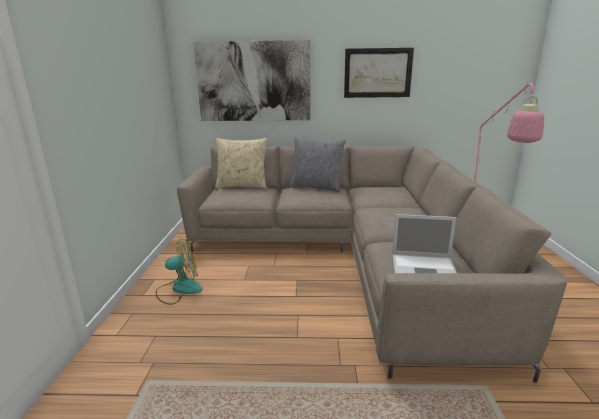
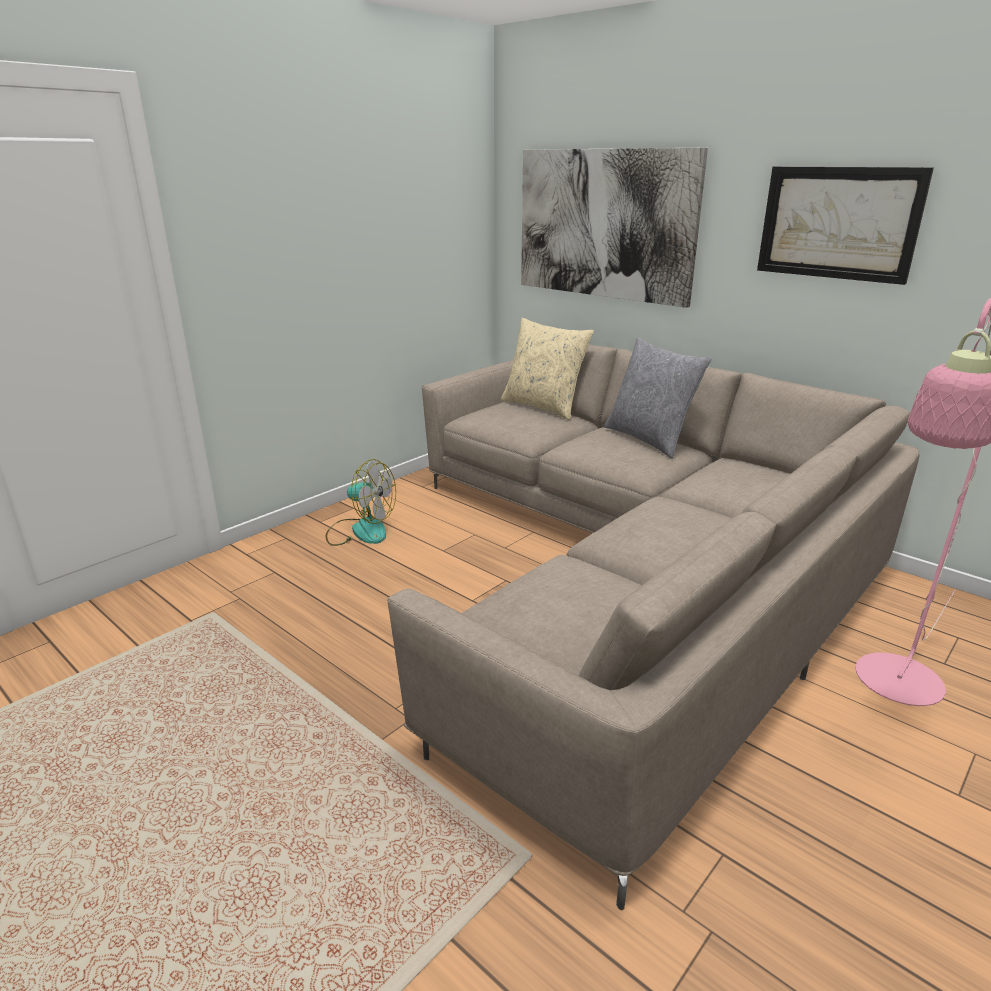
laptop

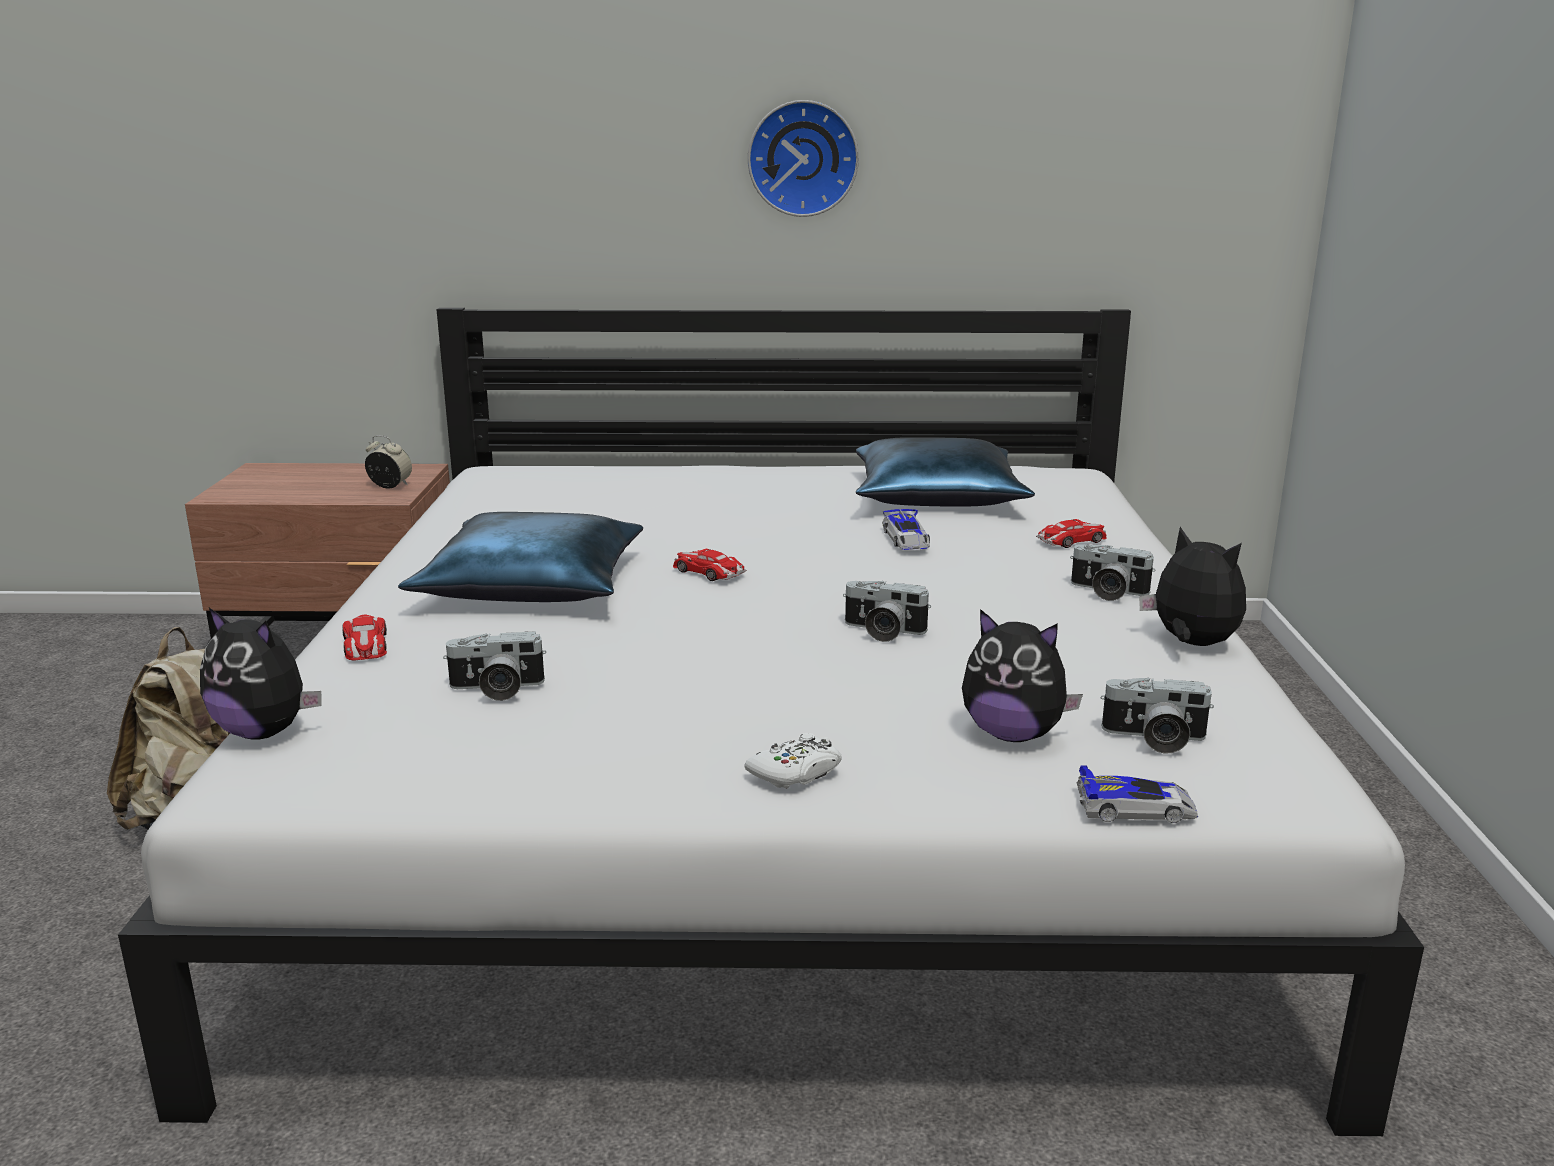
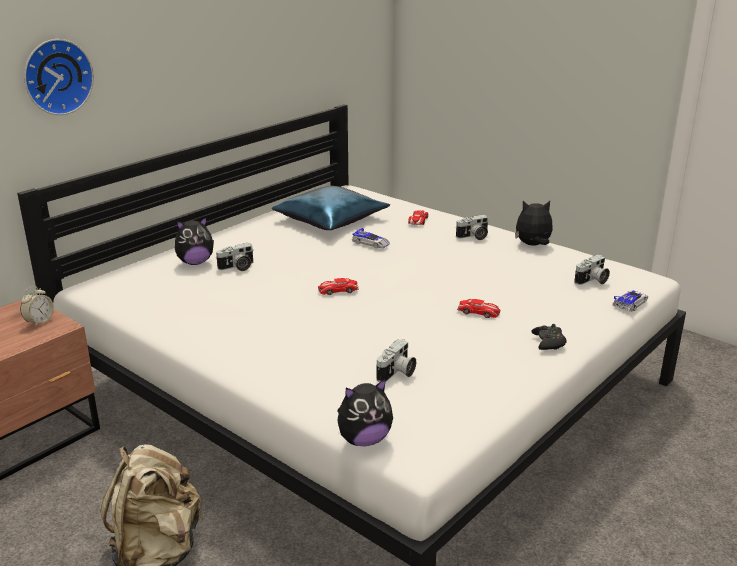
alarm clock; wall clock; plush toy (1st from left); photo camera (1st from left); toy car (4th from left); game controller (black); pillow (blue) (1st from left in the first image)

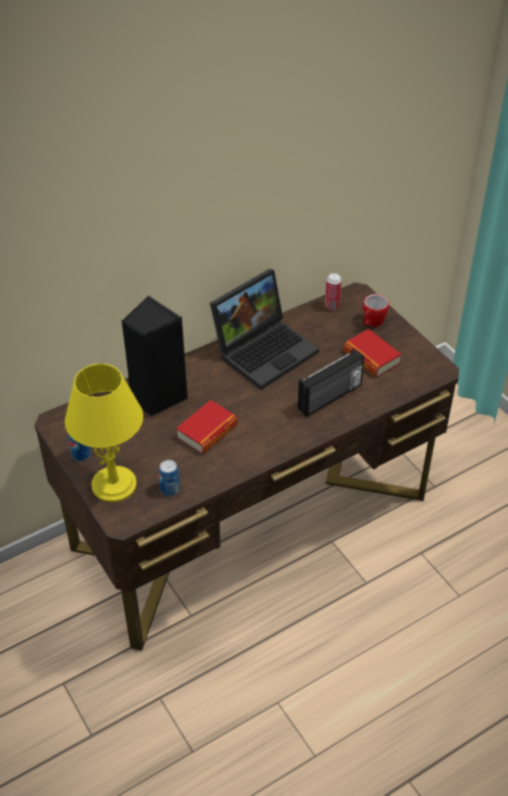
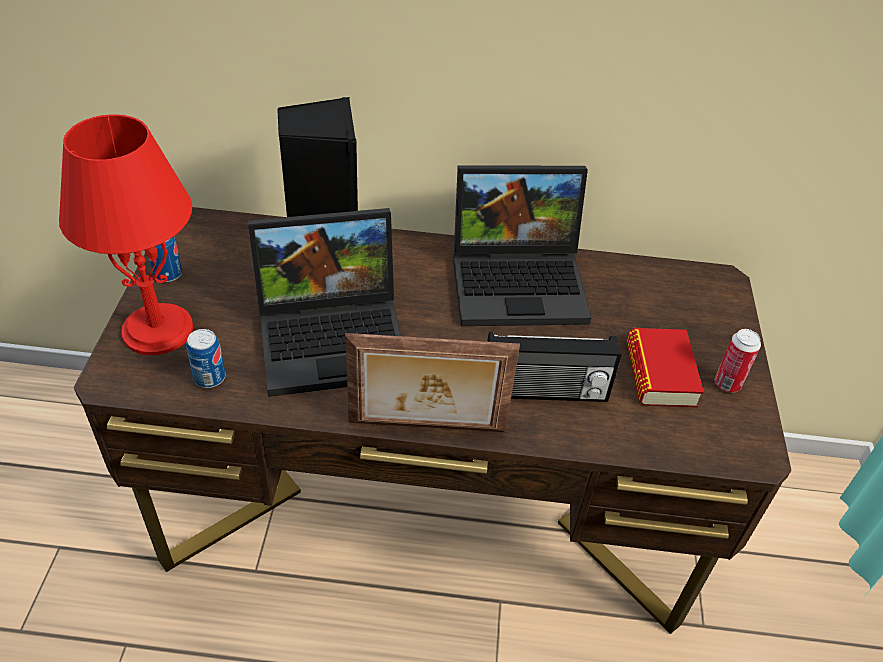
table lamp (red); laptop (1st from left); picture frame; can (3rd from left); mug

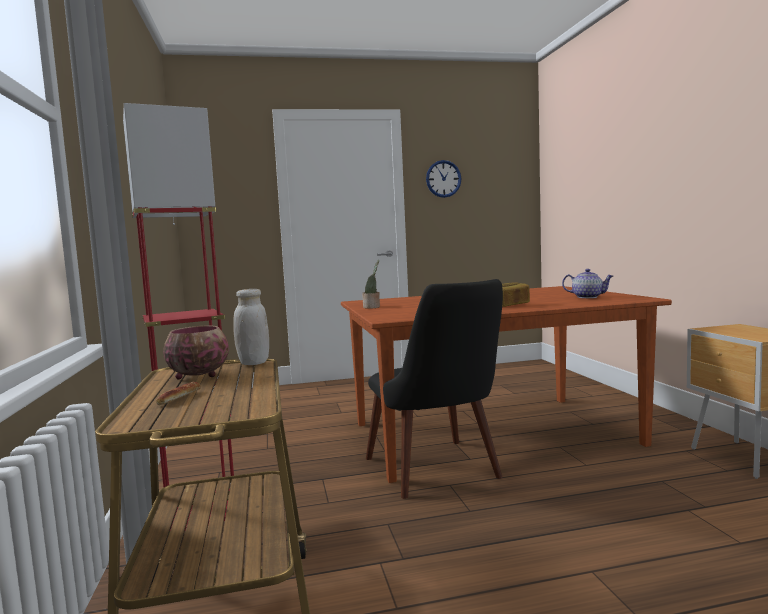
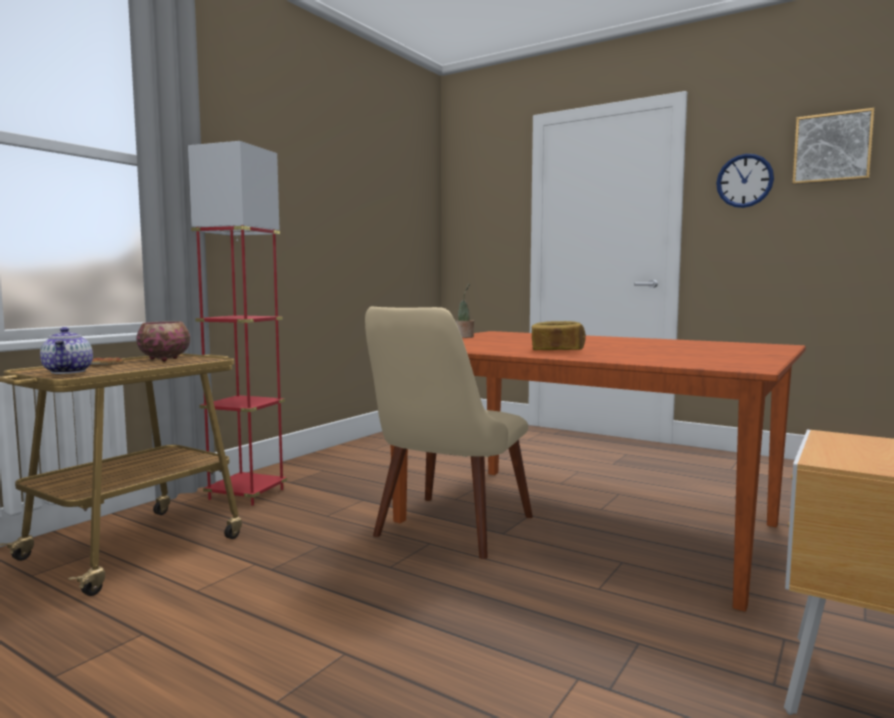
teapot; chair (beige); picture; jar (white)

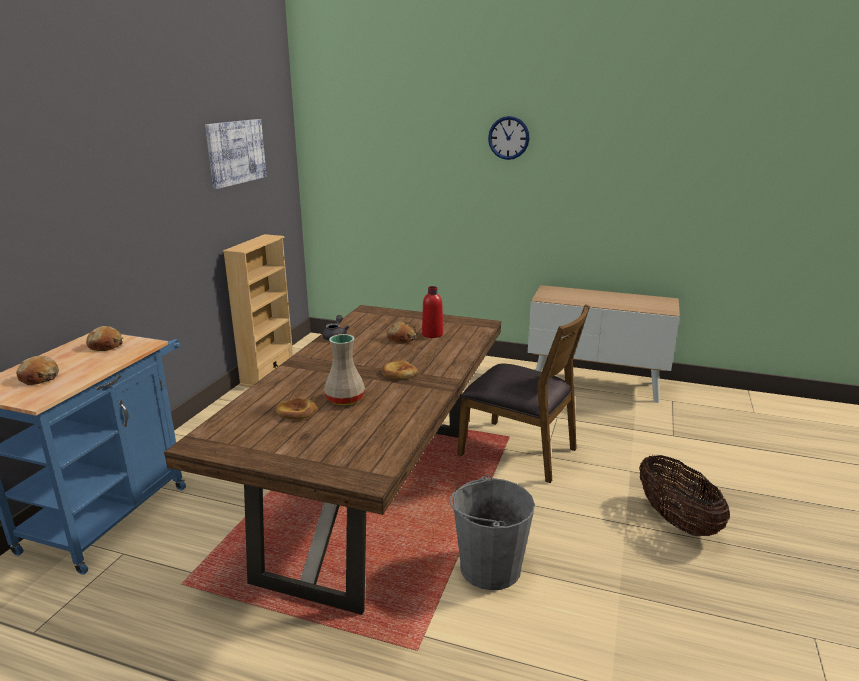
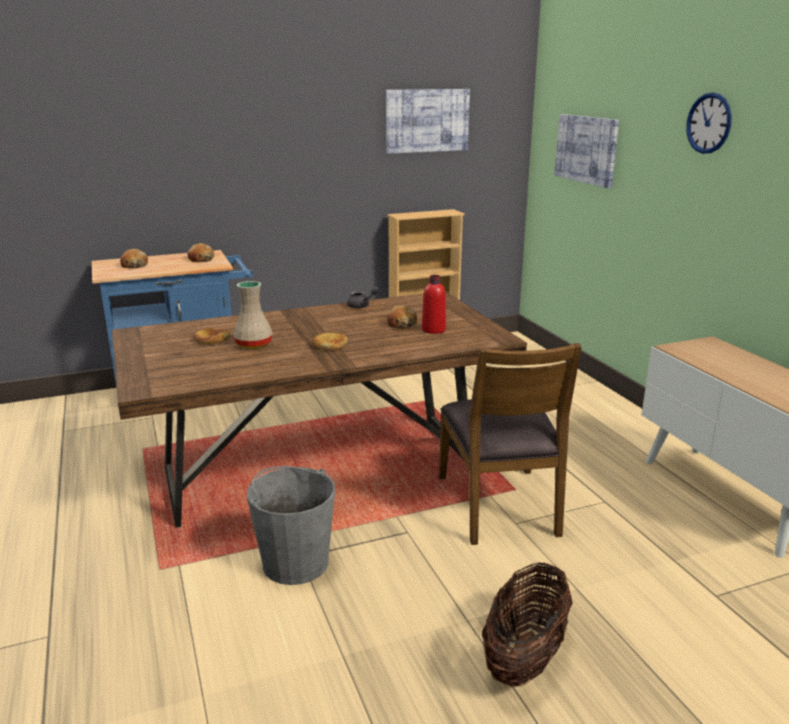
picture (2nd from left)

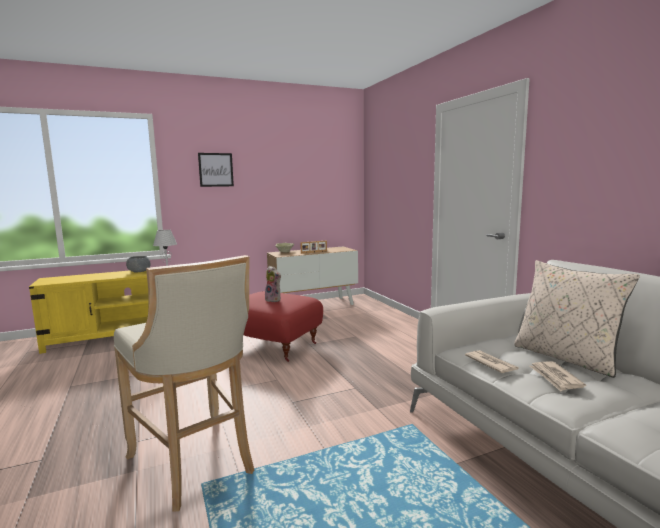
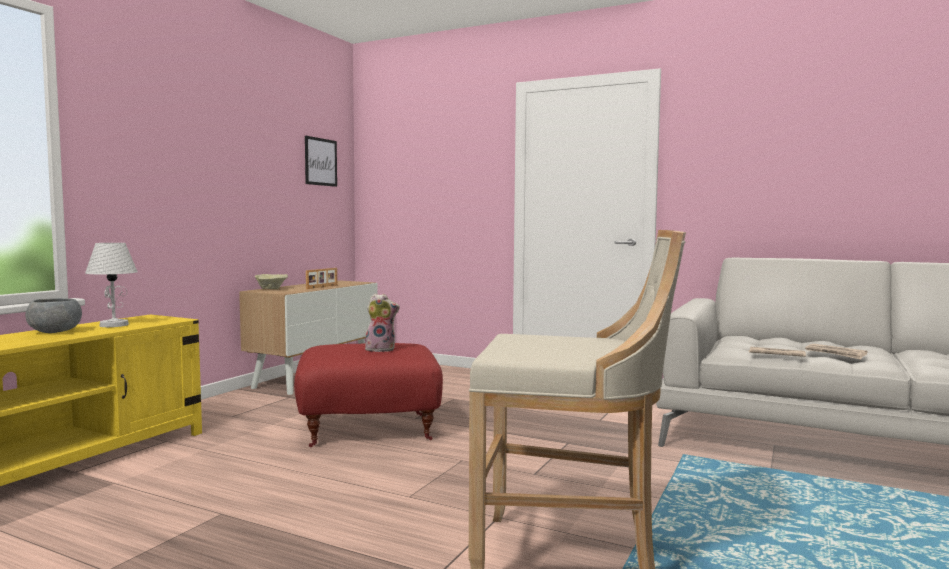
picture; pillow (beige)

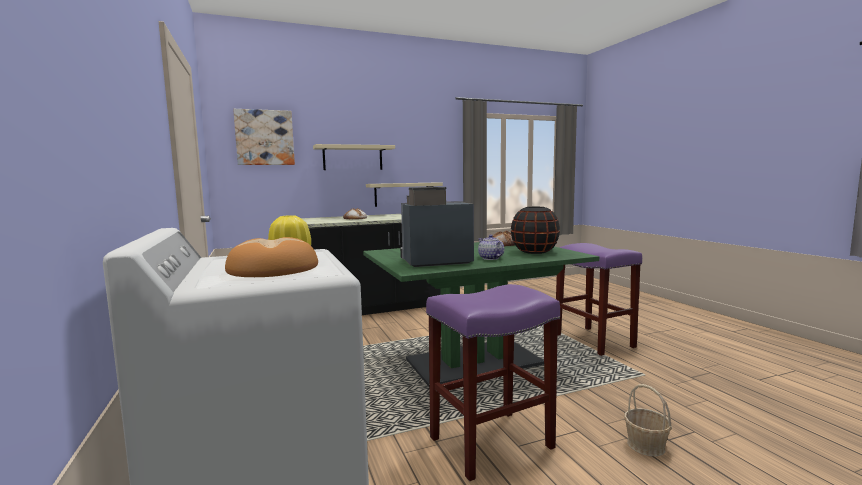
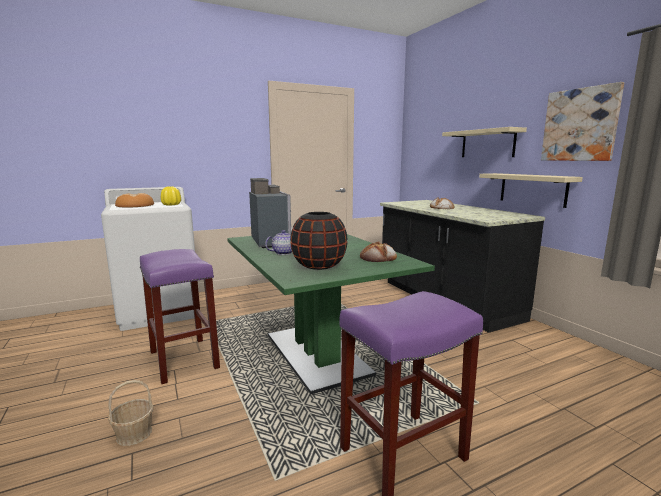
picture

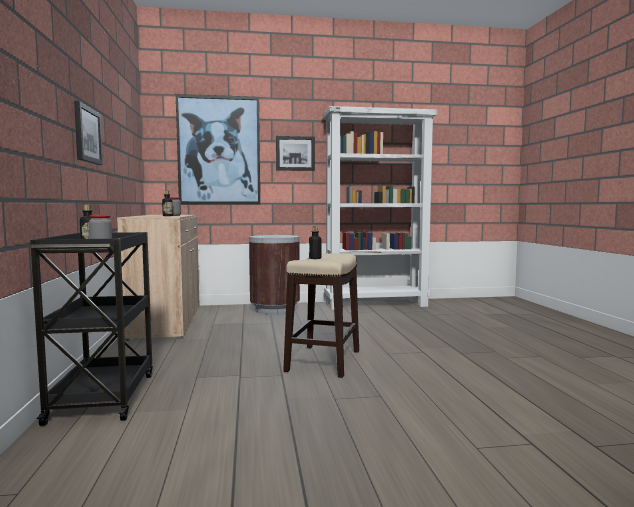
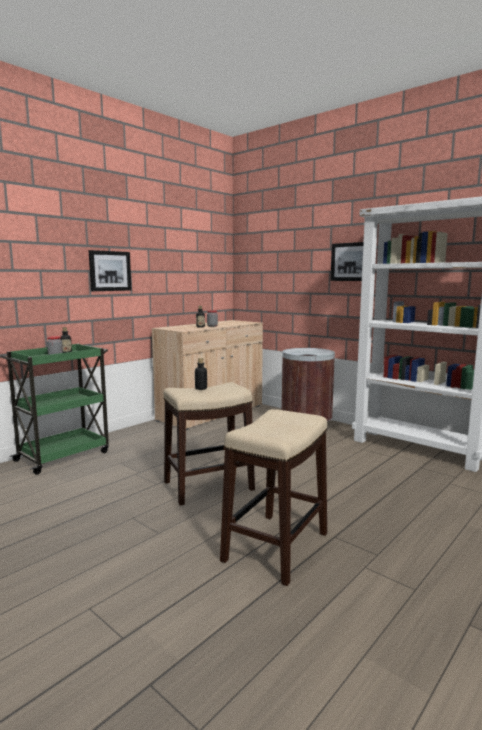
cart (green); stool (2nd from left); picture (2nd from left in the first image)

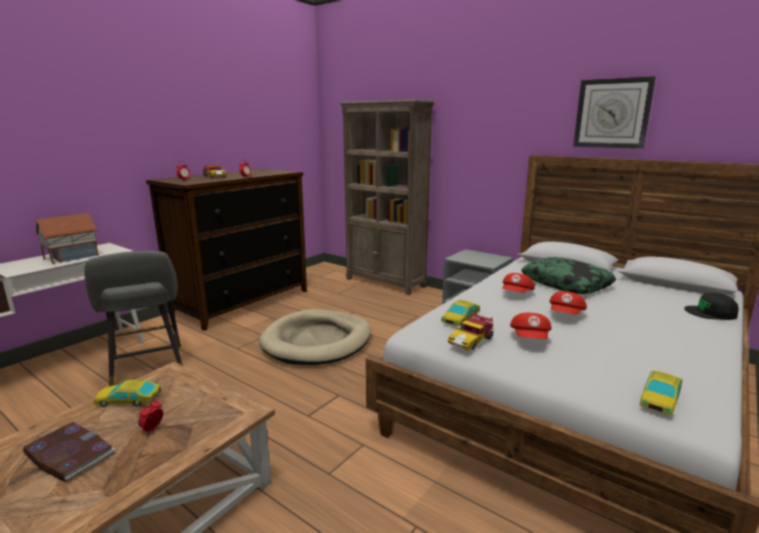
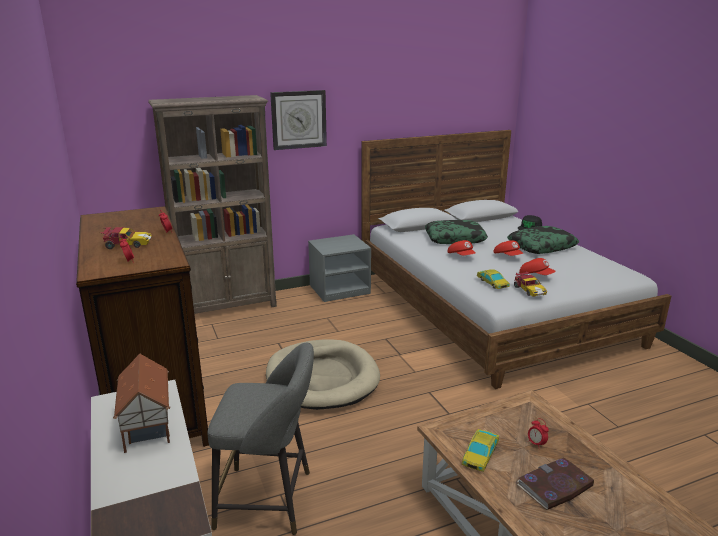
wall clock; pillow (2nd from left); toy car (5th from left in the first image)

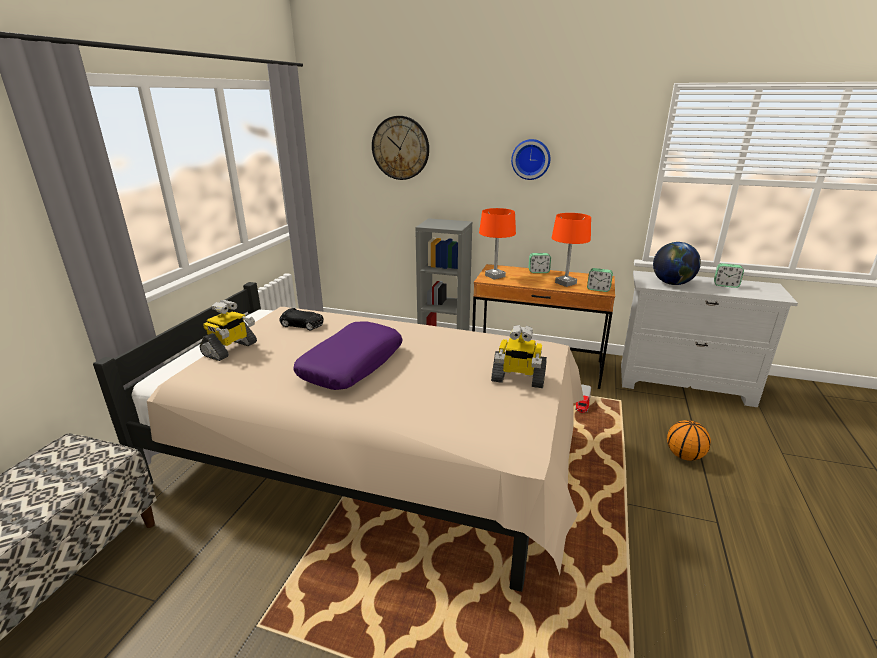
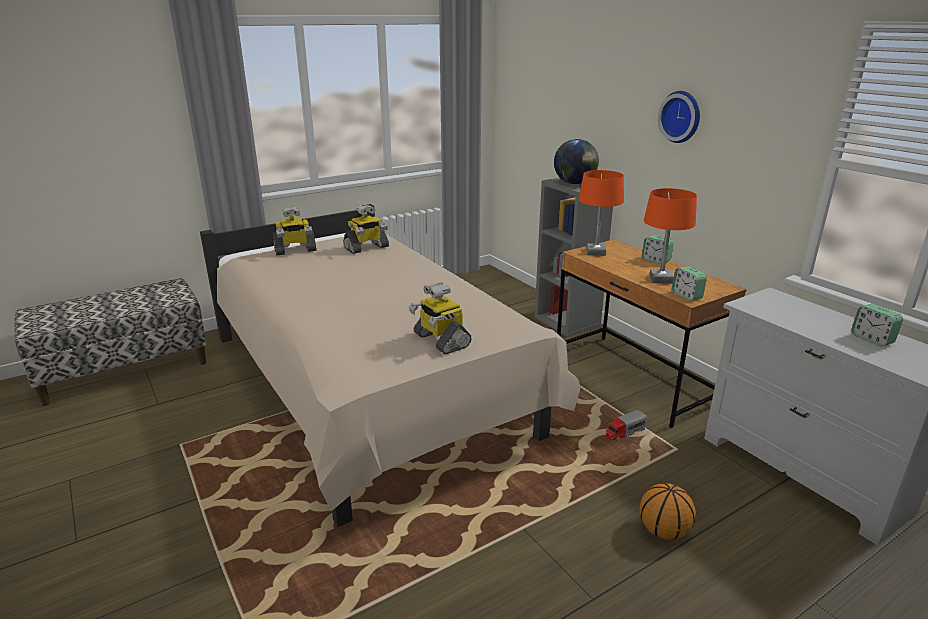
toy robot (2nd from left); globe; pillow (purple); wall clock (1st from left in the first image)

